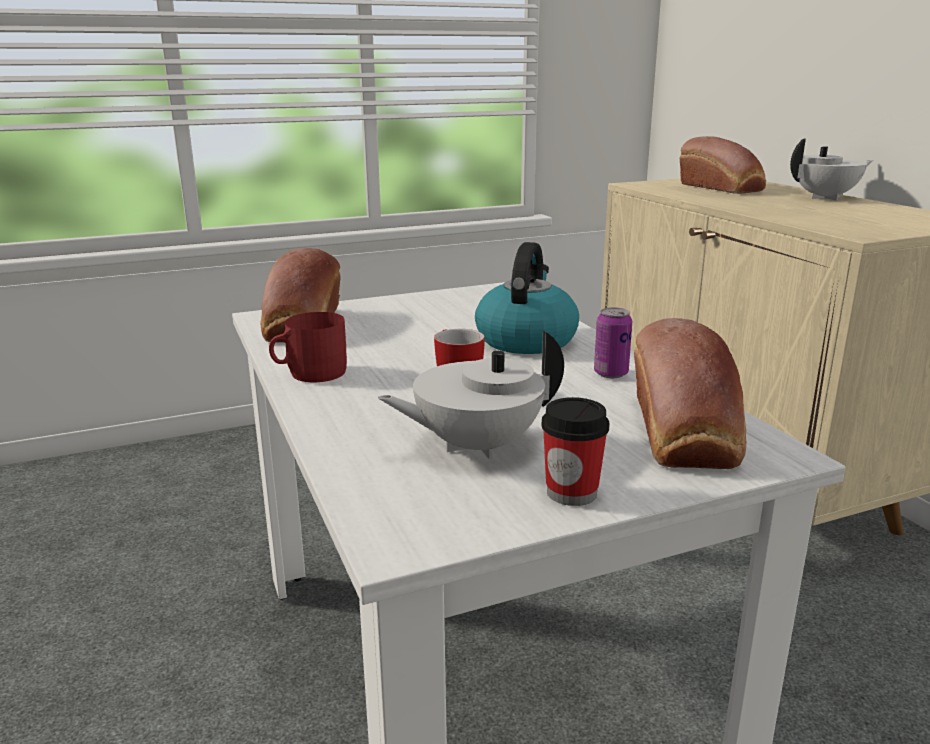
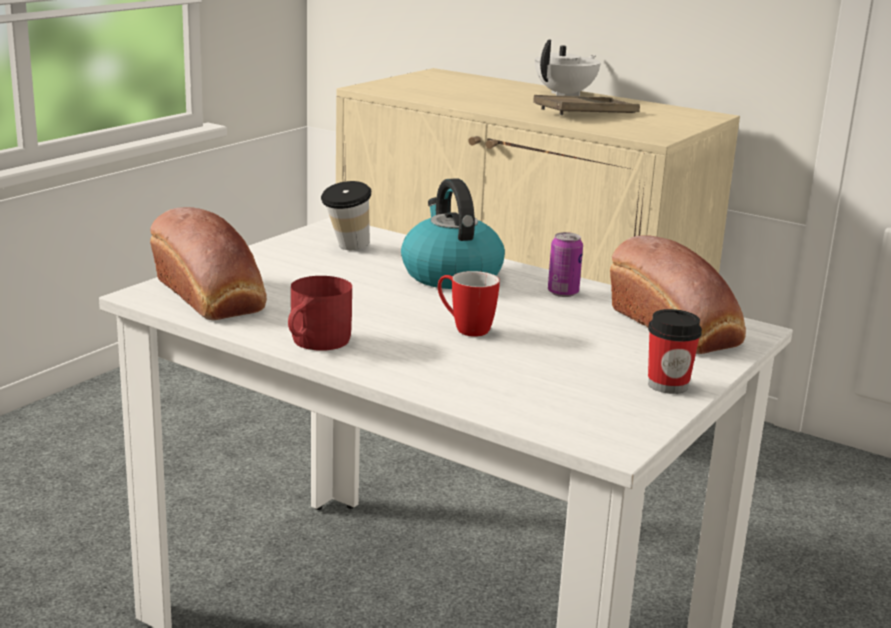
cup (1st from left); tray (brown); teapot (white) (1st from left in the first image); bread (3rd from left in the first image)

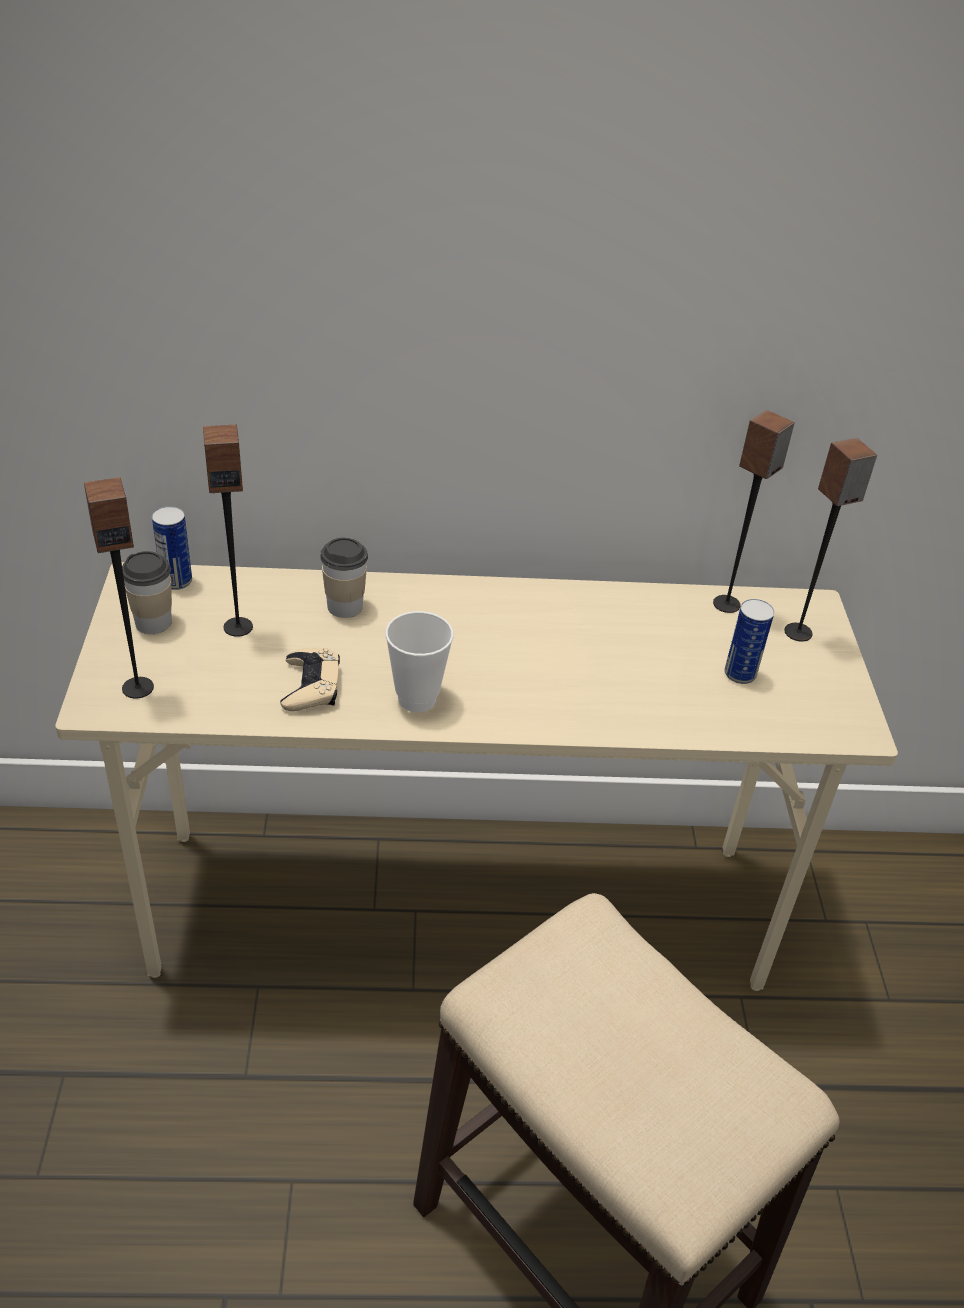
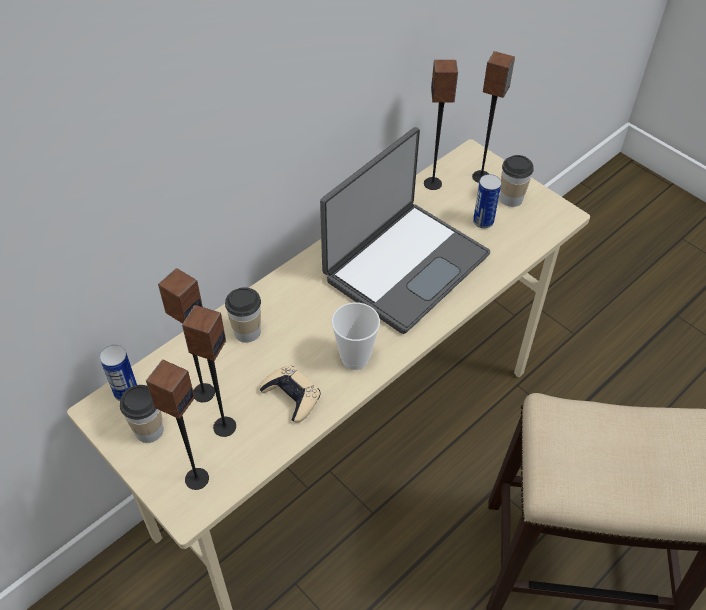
speaker (3rd from left); laptop; cup (4th from left)

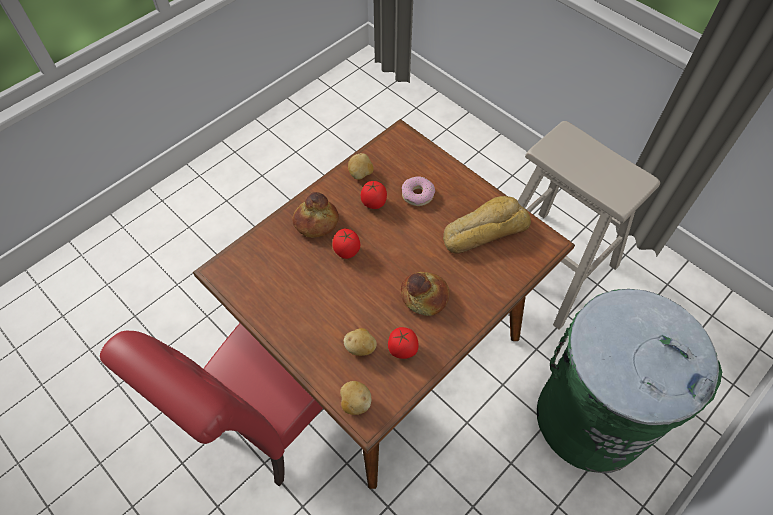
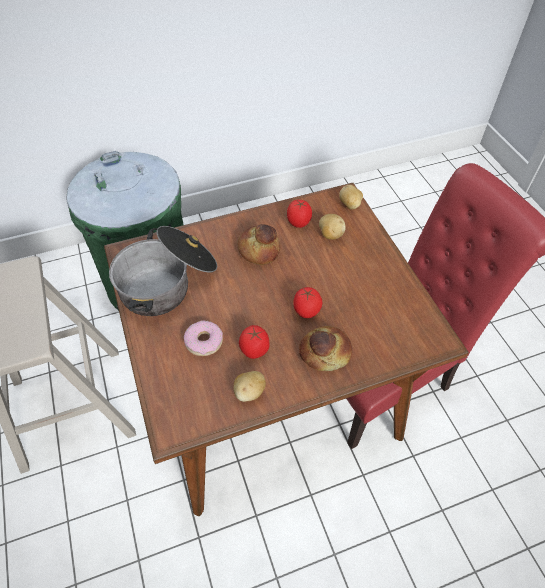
cooking pot

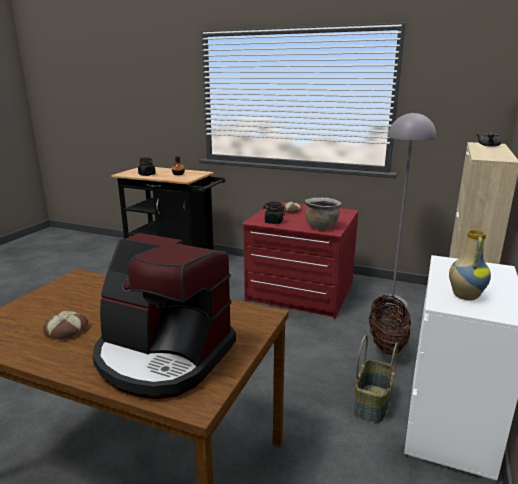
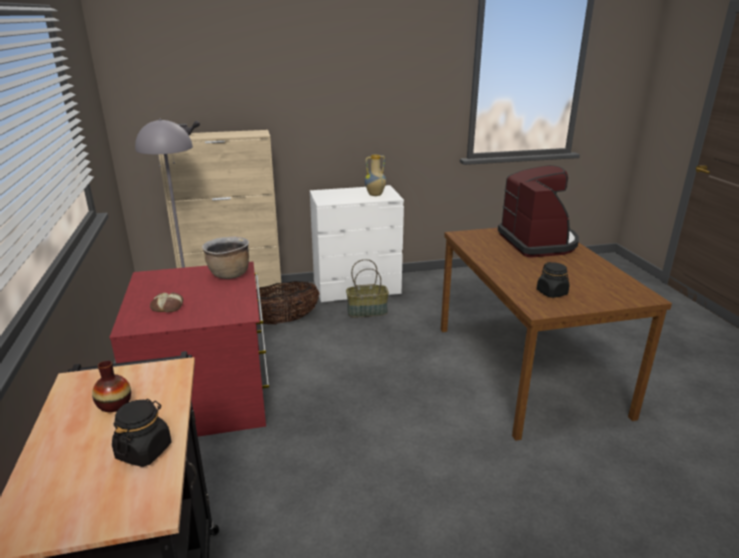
jar (black) (2nd from left); bread (1st from left in the first image)

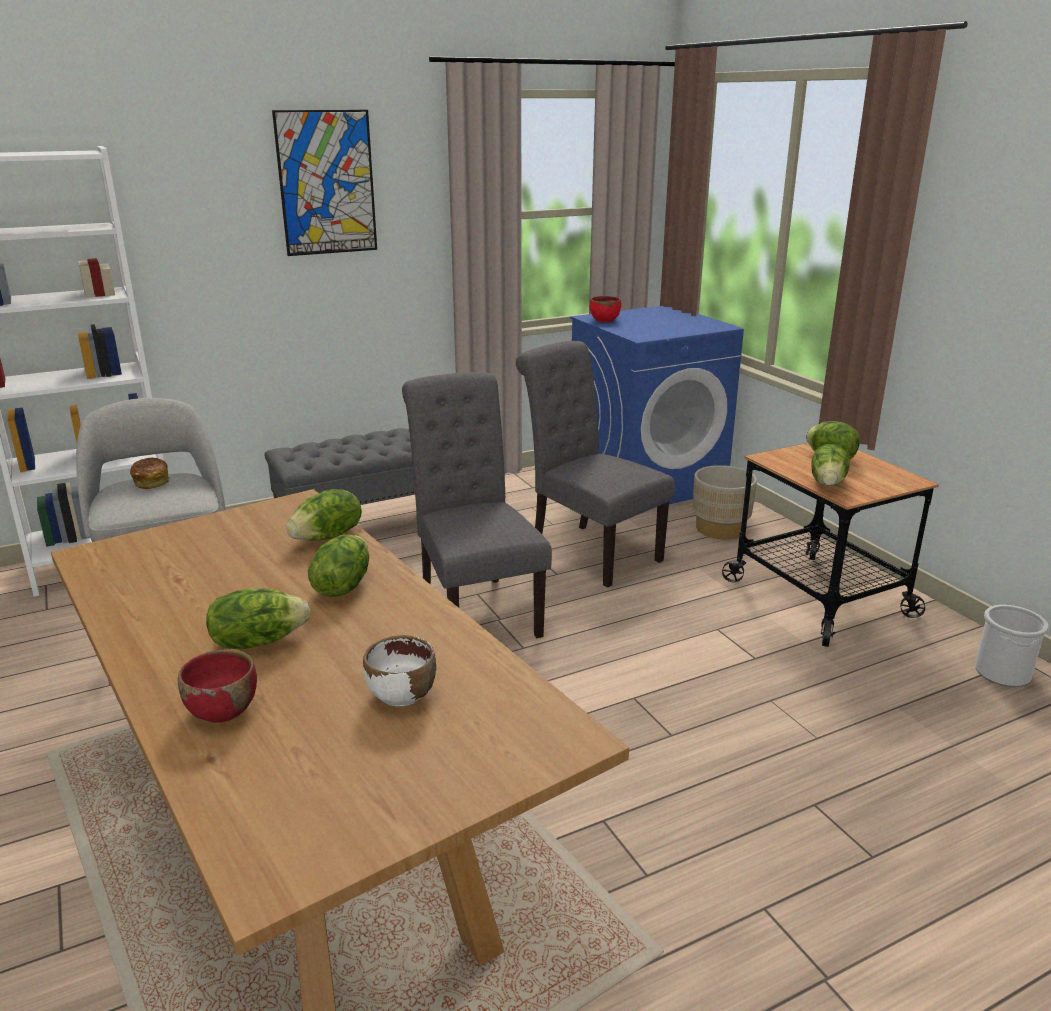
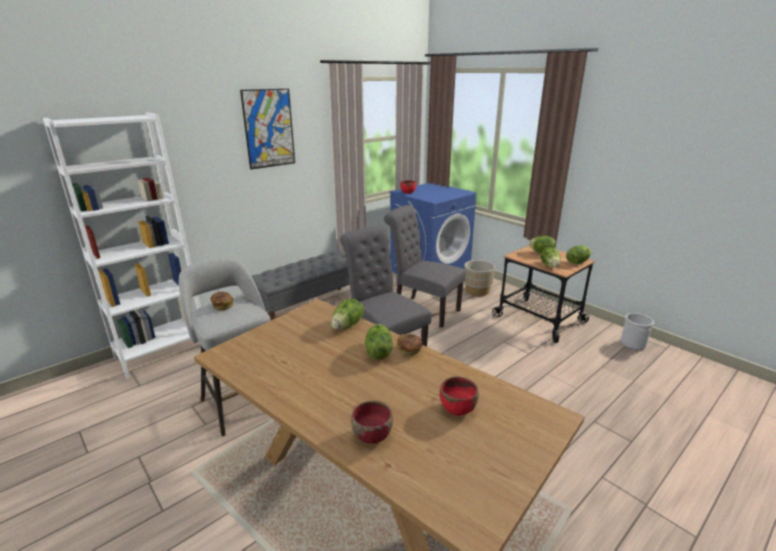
bread (2nd from left); bowl (red) (3rd from left); lettuce (5th from left)

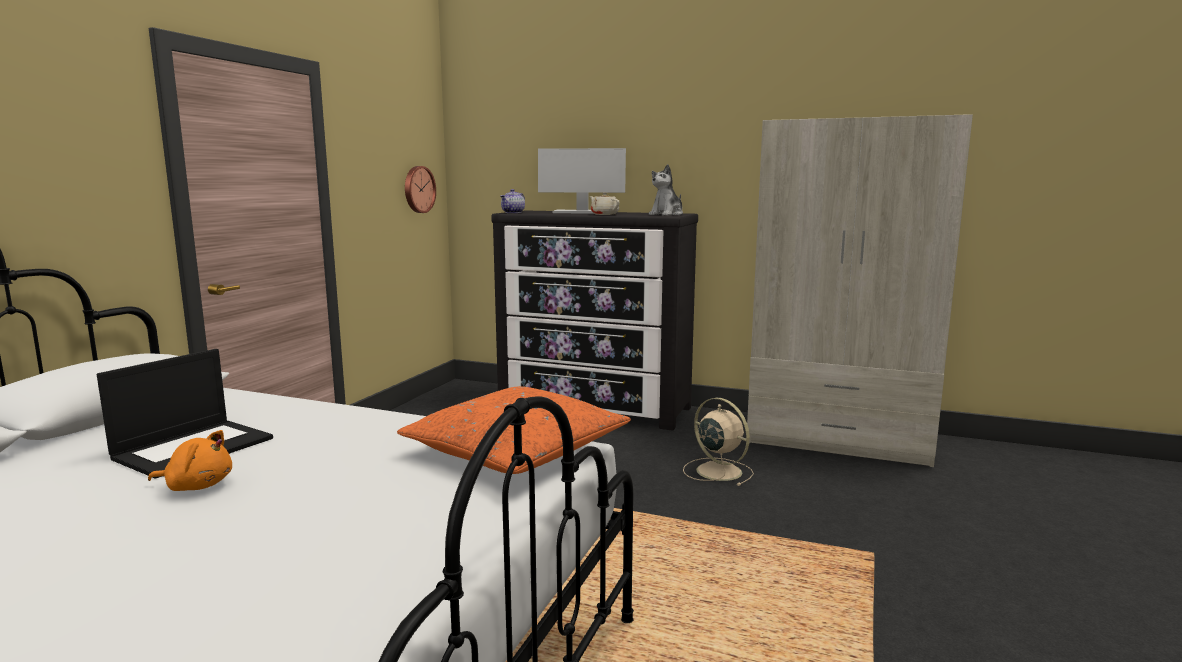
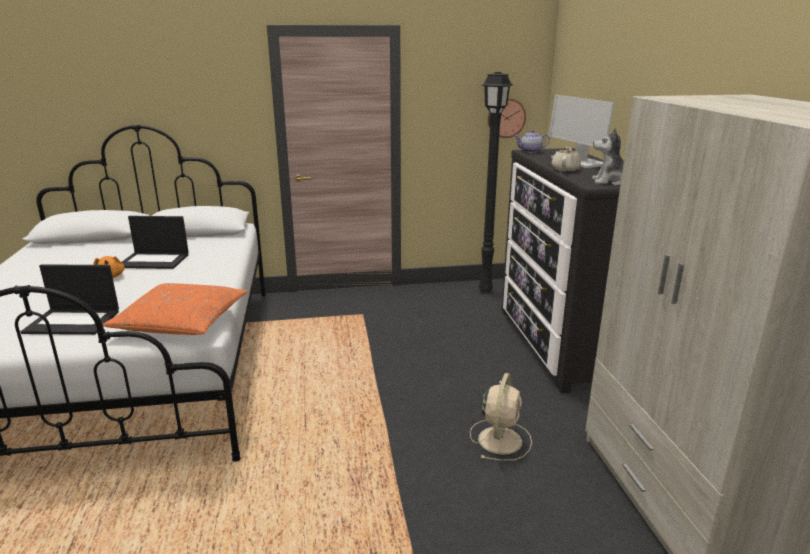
laptop (1st from left); floor lamp (black)

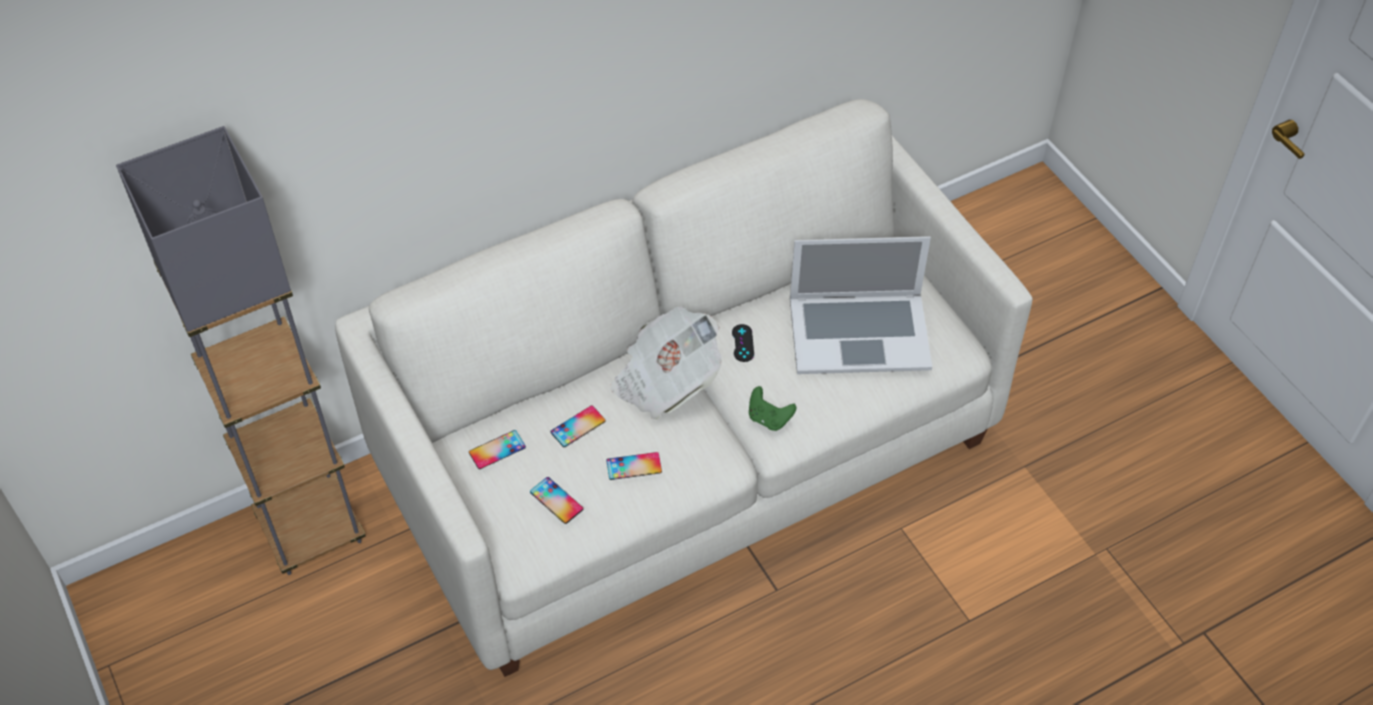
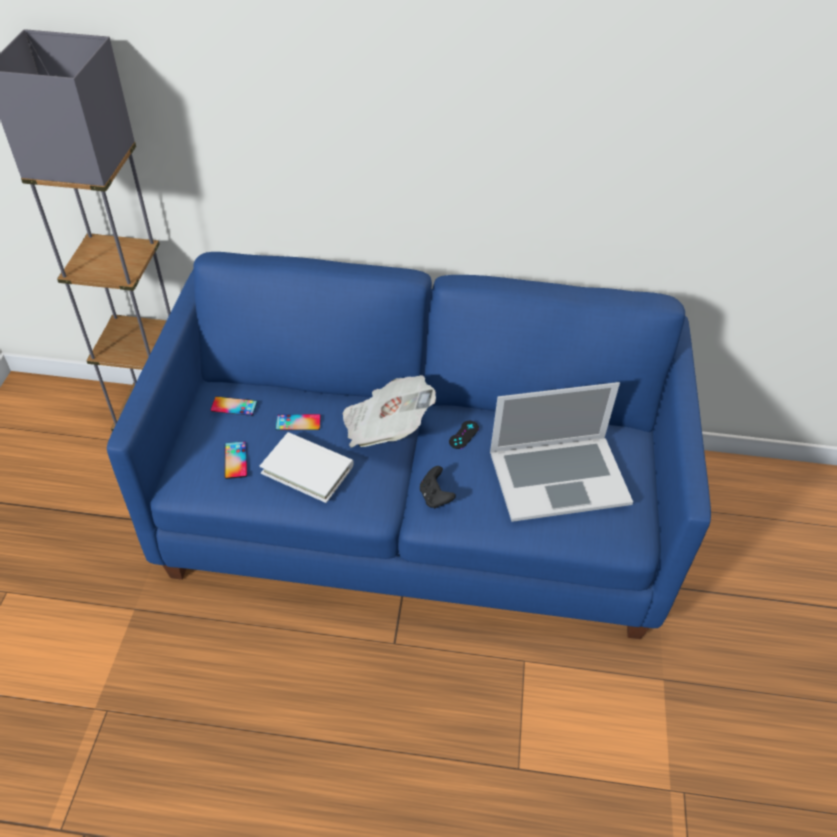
sofa (blue); book (white); game controller (black) (1st from left); laptop

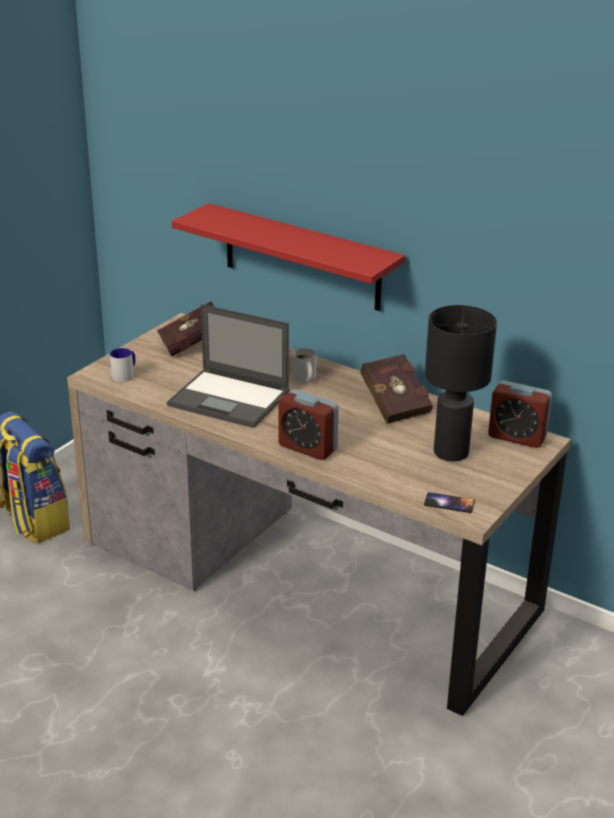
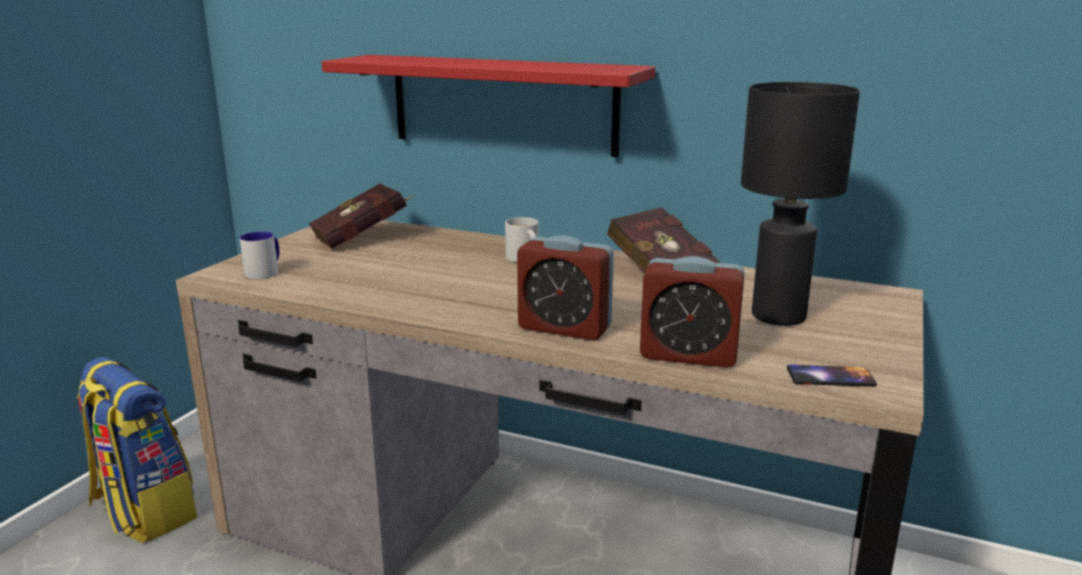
alarm clock (2nd from left); laptop

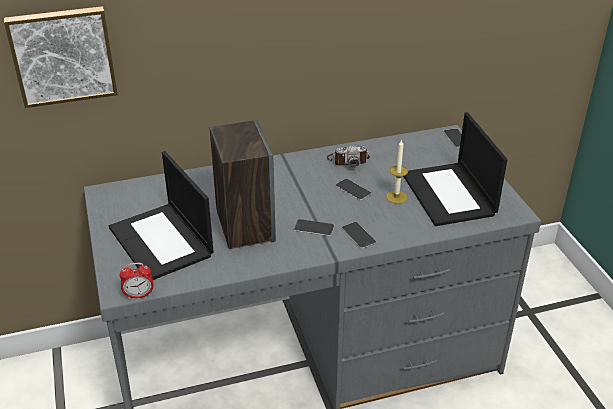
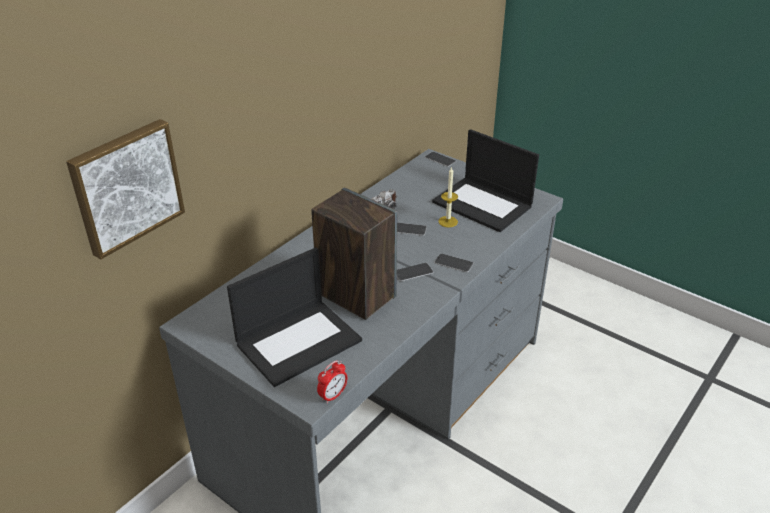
laptop (1st from left)

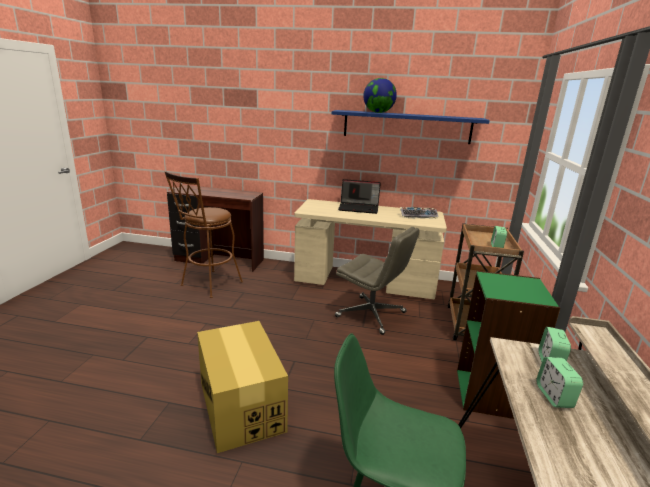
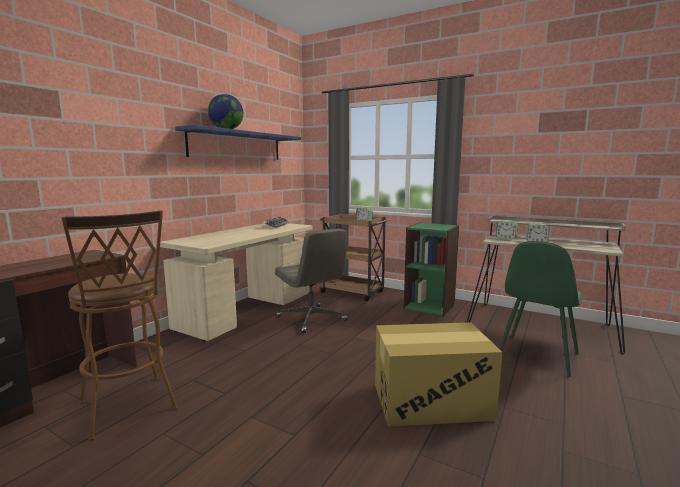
office chair (grey); laptop

